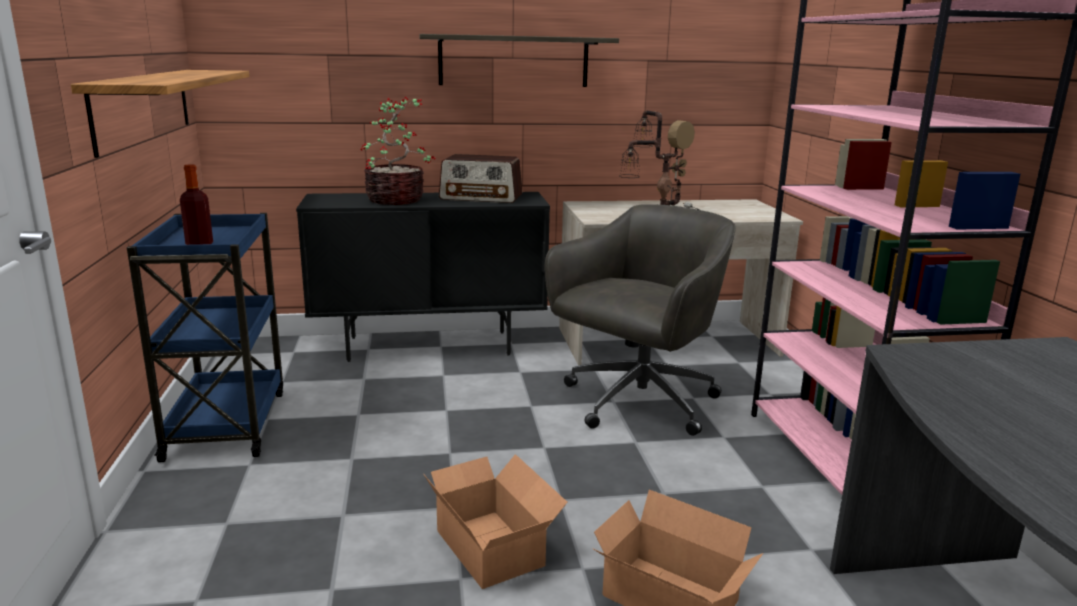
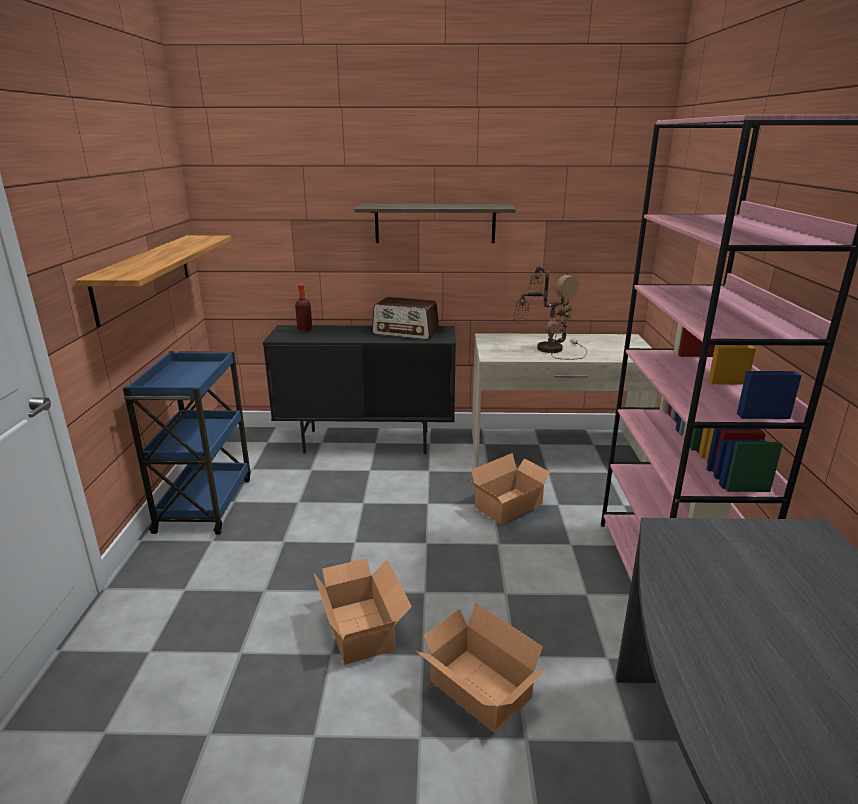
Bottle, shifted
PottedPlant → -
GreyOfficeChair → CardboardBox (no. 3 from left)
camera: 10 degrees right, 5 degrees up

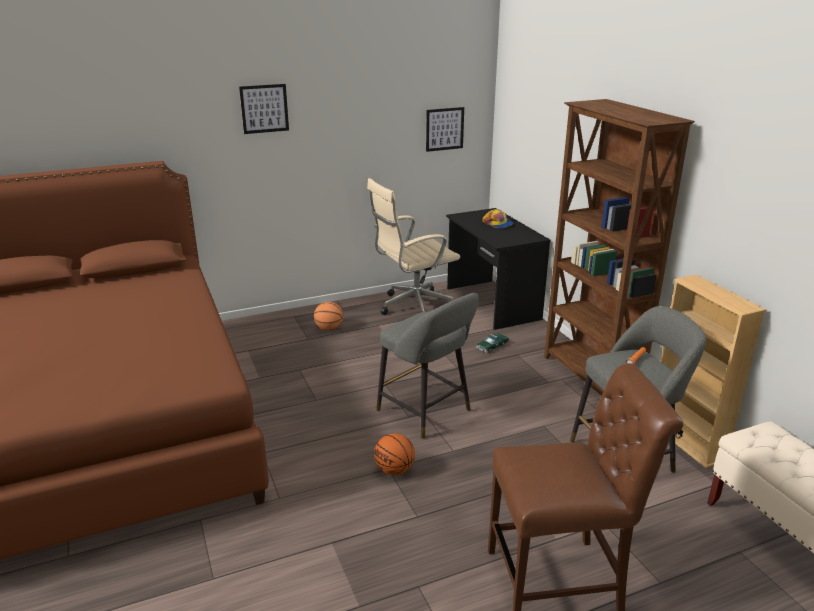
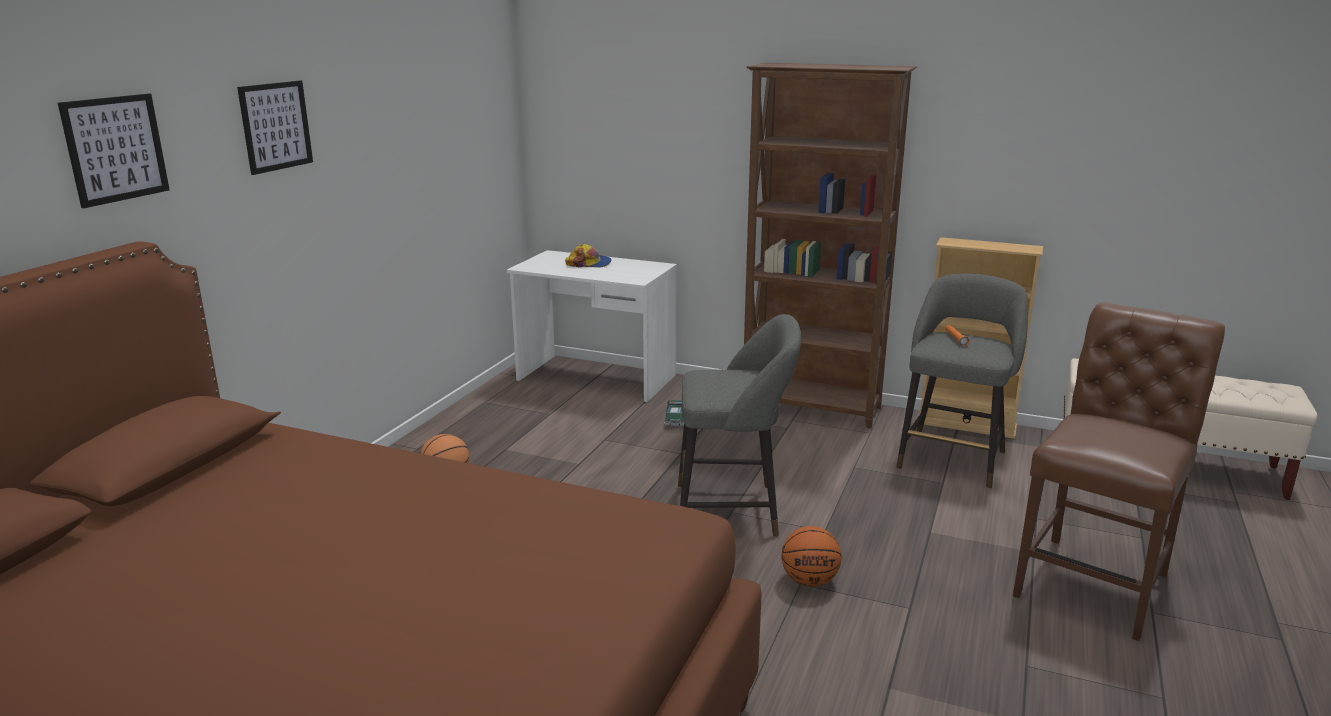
BeigeOfficeChair → -
Picture (no. 2 from left in the first image) → Picture (no. 1 from left), shifted
BlackDeskTable → WhitishDeskTable
camera: 45 degrees left, 5 degrees down

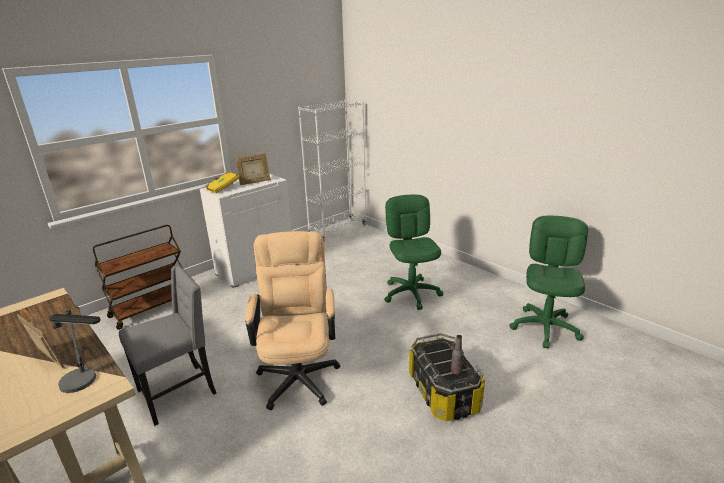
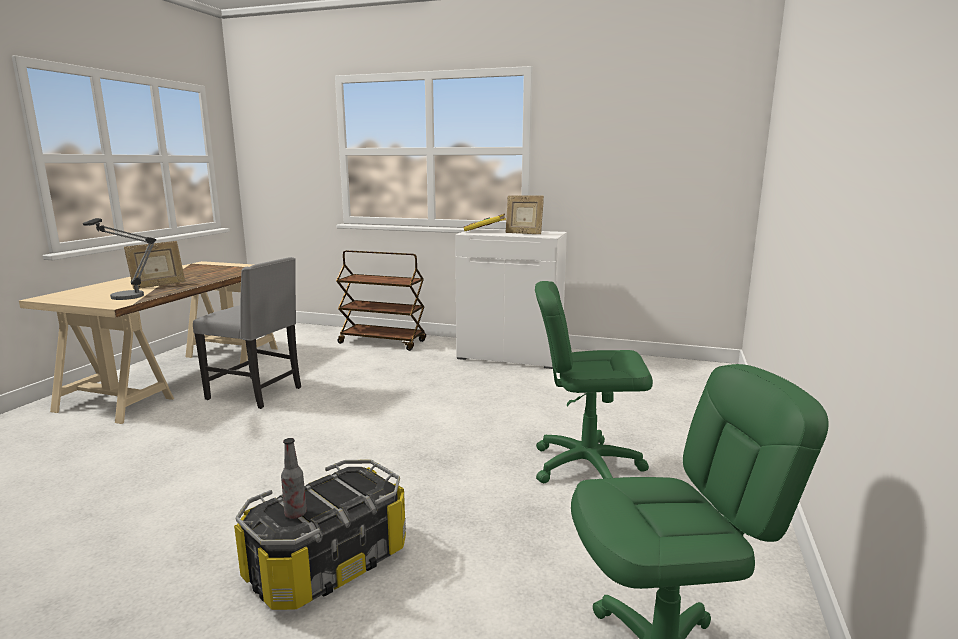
PictureFrame (no. 1 from left), 45 degrees clockwise
BeigeOfficeChair → -
WhitishShelvingUnit → -
GreenOfficeChair (no. 1 from left), 135 degrees counterclockwise
camera: 60 degrees right, 10 degrees down

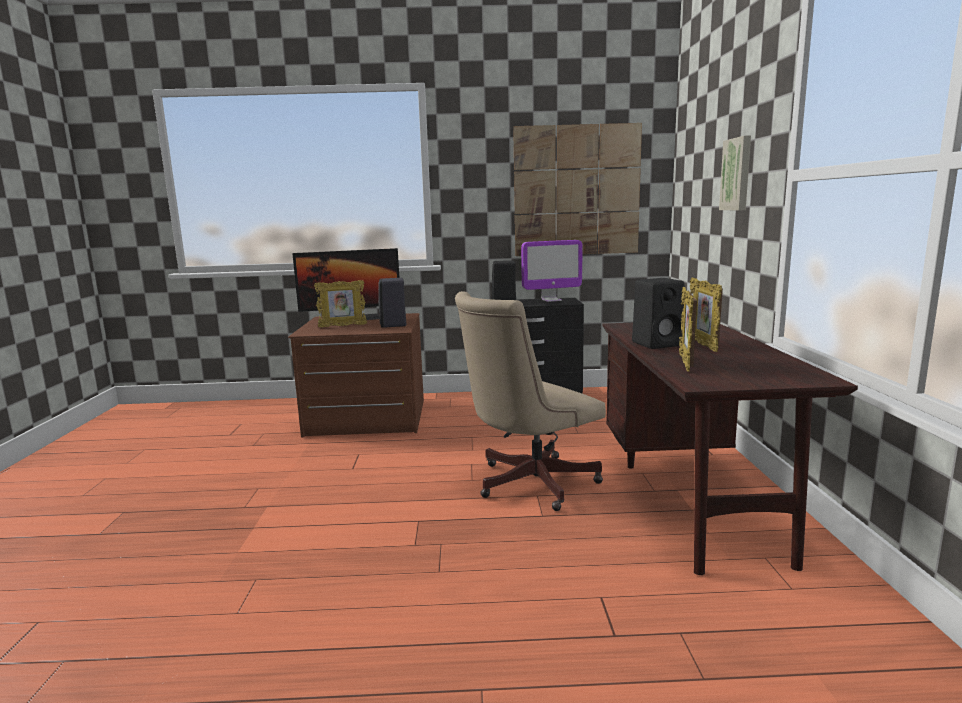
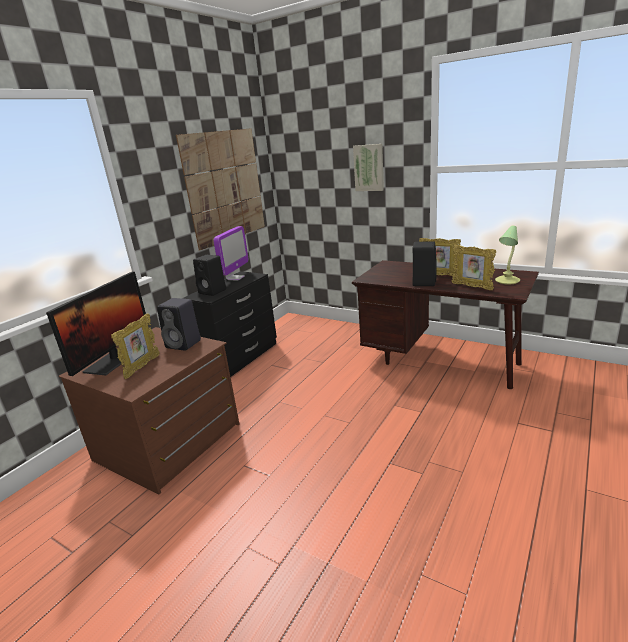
BeigeOfficeChair → -
- → LampForATable
camera: 55 degrees left, 10 degrees up

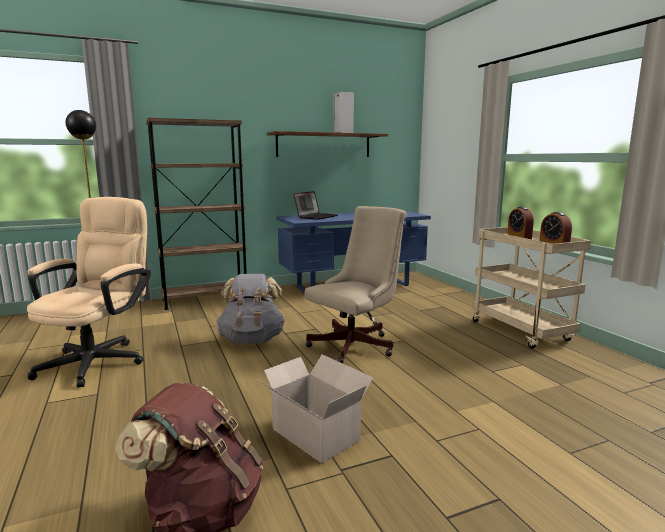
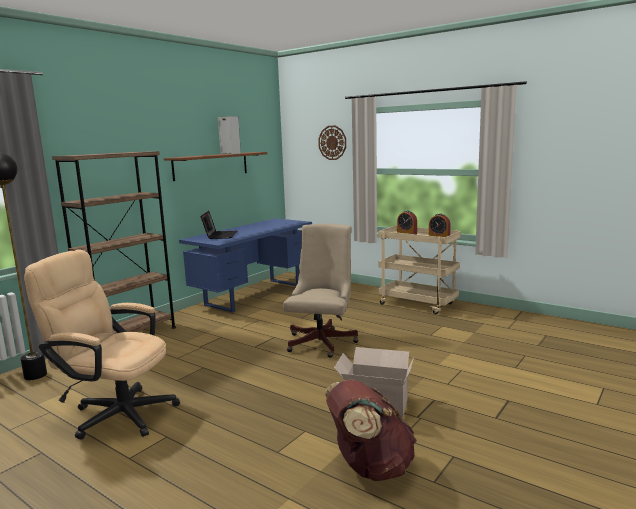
BeigeOfficeChair (no. 1 from left), 60 degrees counterclockwise
GreyRucksack → -
- → HangingClock
camera: 30 degrees left, 0 degrees up

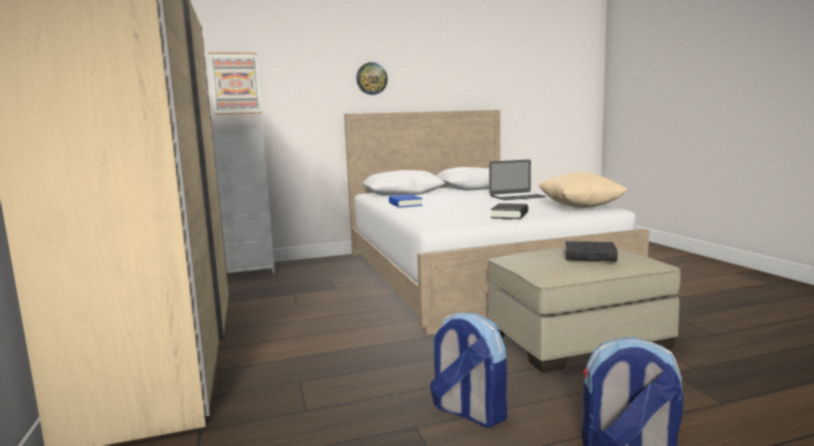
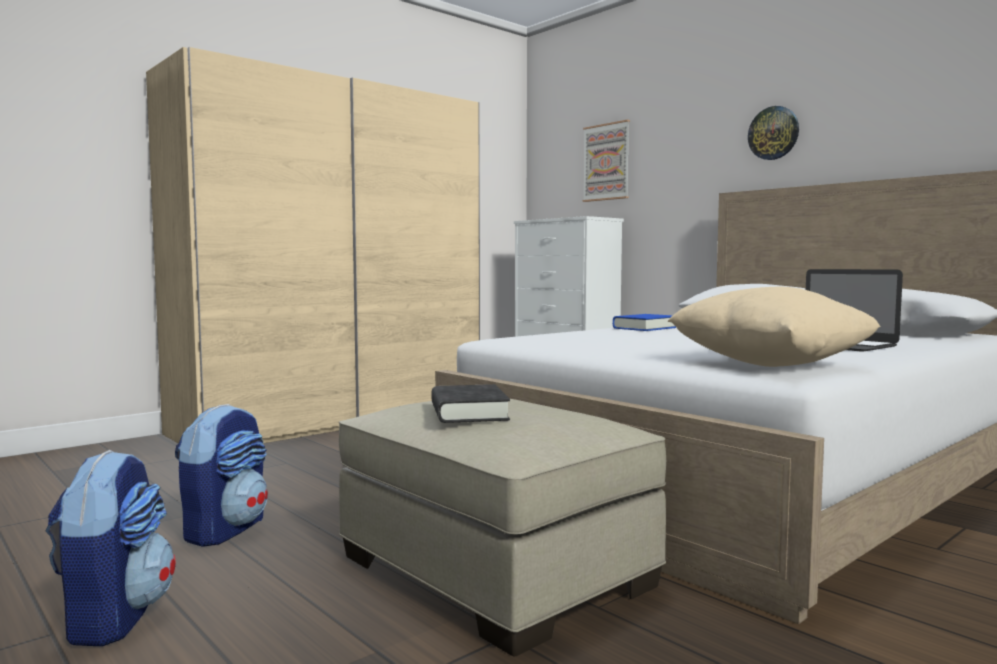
BlackBook (no. 1 from left) → -
camera: 65 degrees right, 5 degrees down

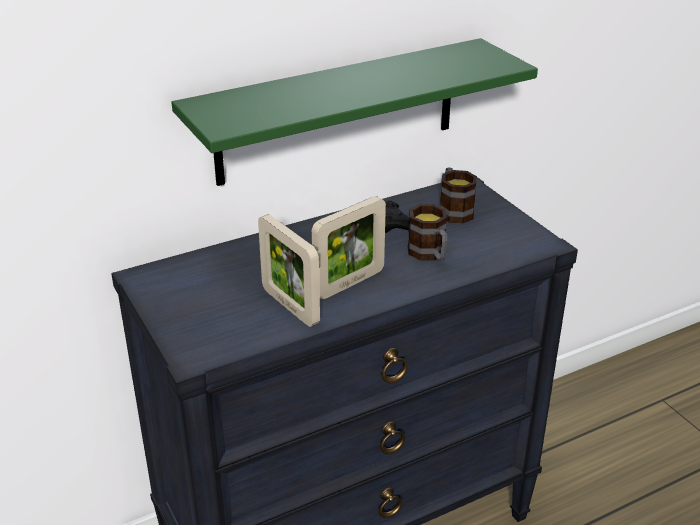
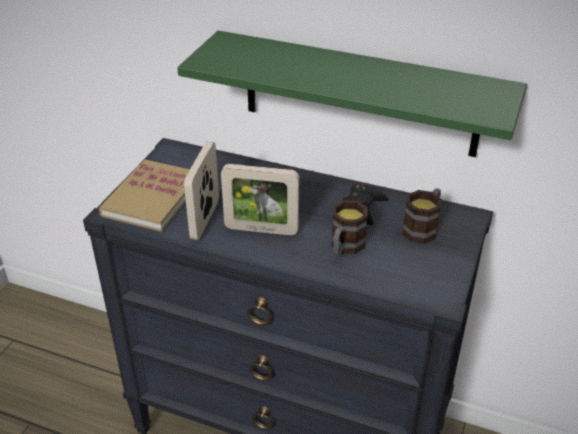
- → Book
camera: 50 degrees right, 5 degrees up

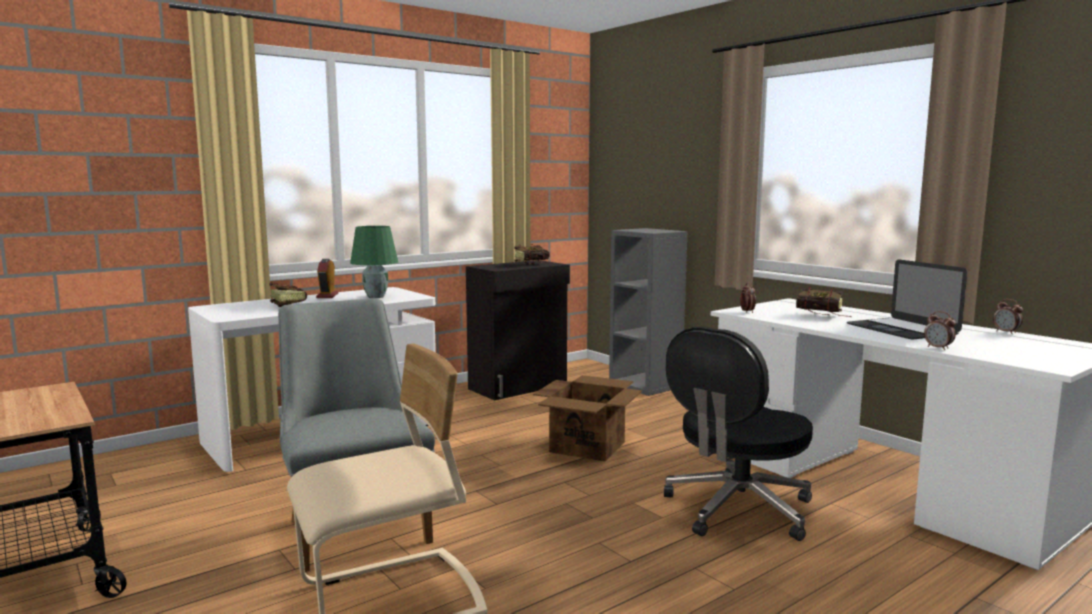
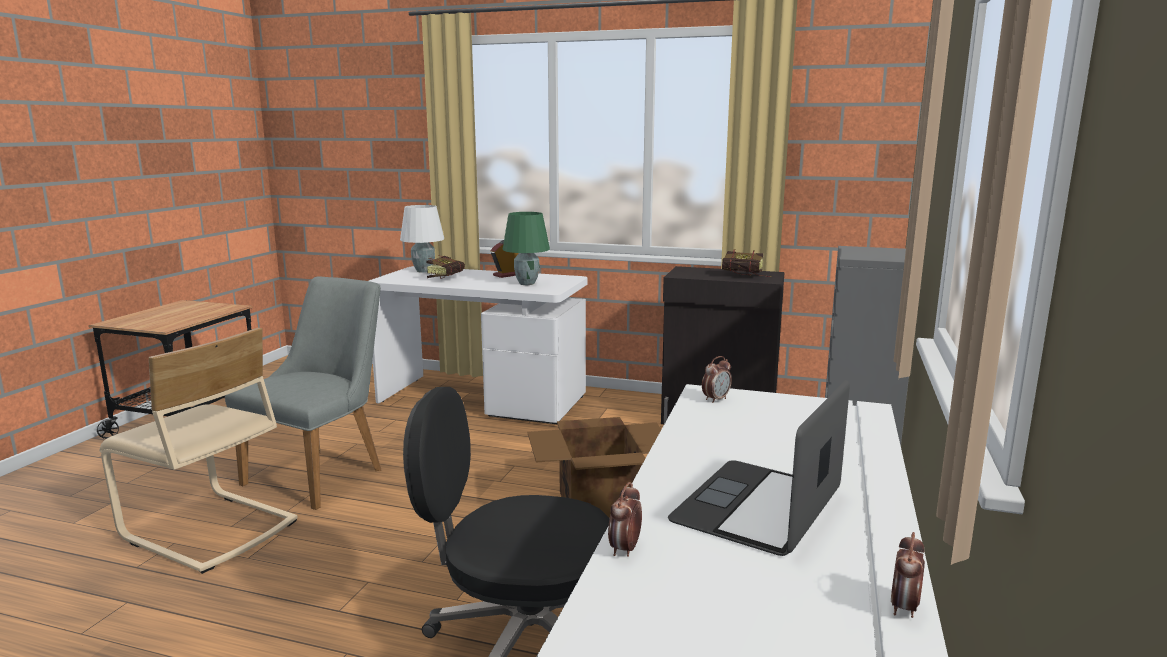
Book (no. 3 from left) → -
- → WhitishLampForATable
camera: 55 degrees right, 5 degrees up

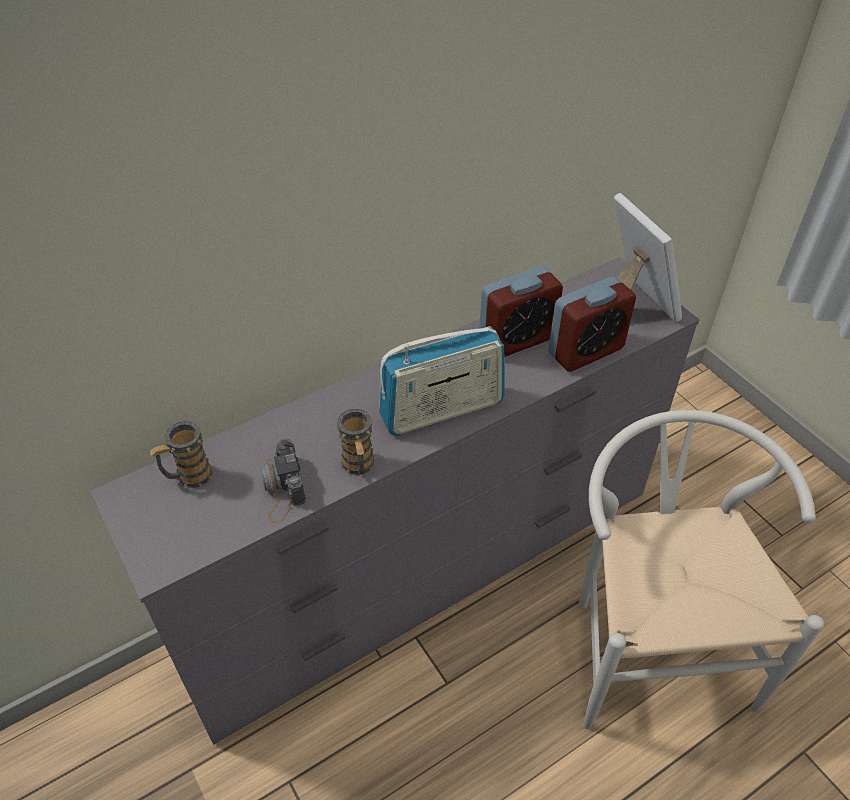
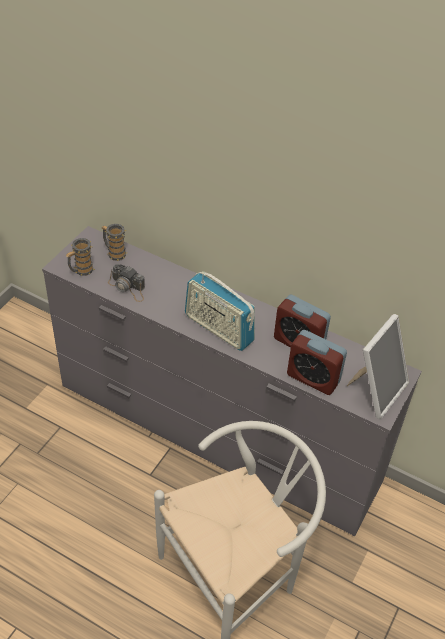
PhotoCamera, 105 degrees counterclockwise
CoffeeMug (no. 2 from left in the first image) → CoffeeMug (no. 1 from left), shifted
camera: 60 degrees right, 0 degrees up

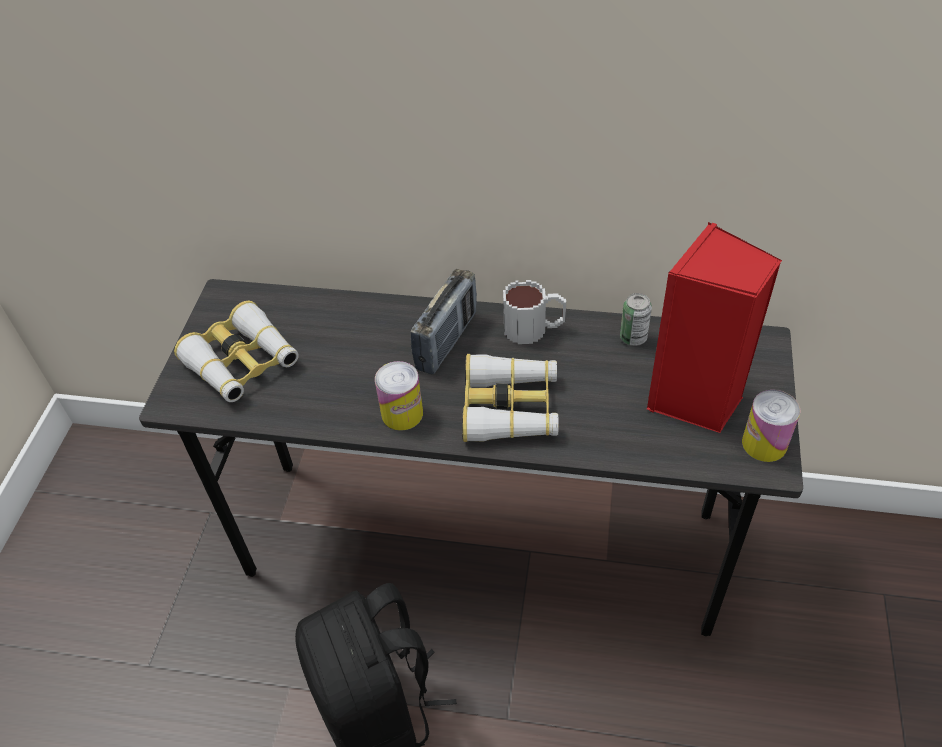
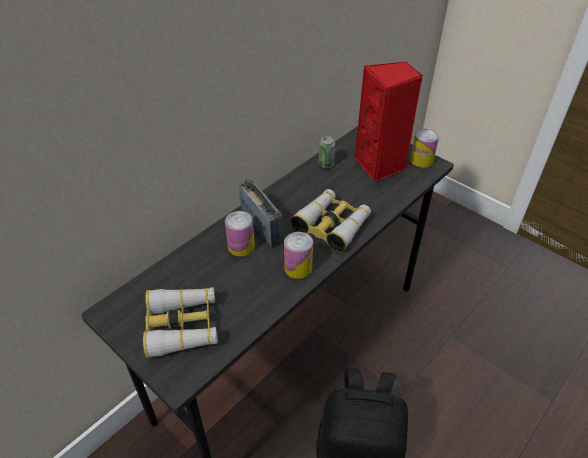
CoffeeMug → -
- → MetalCan (no. 1 from left)
camera: 60 degrees left, 5 degrees down

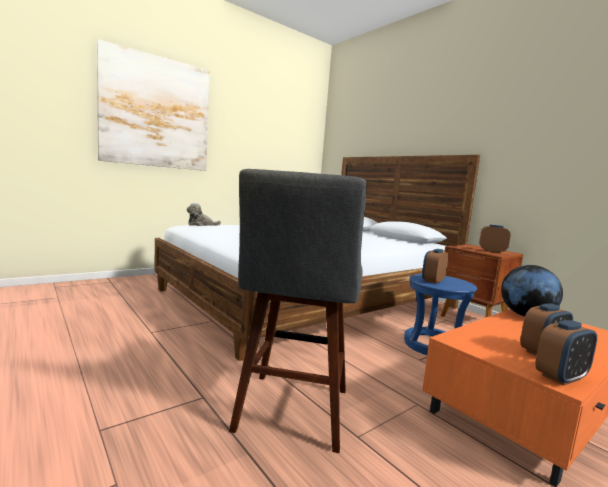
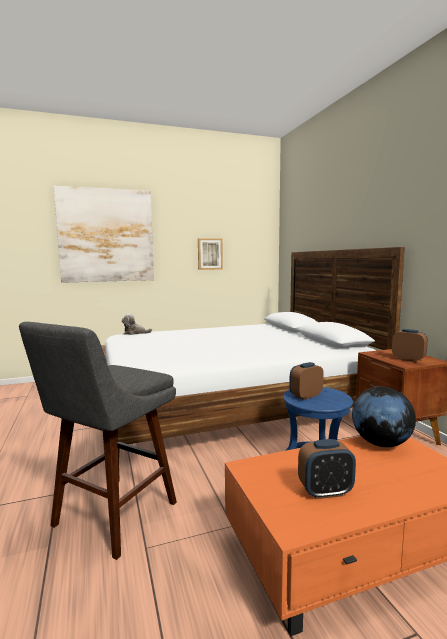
TableClock (no. 4 from left) → -
- → Picture (no. 2 from left)
camera: 20 degrees right, 0 degrees up

